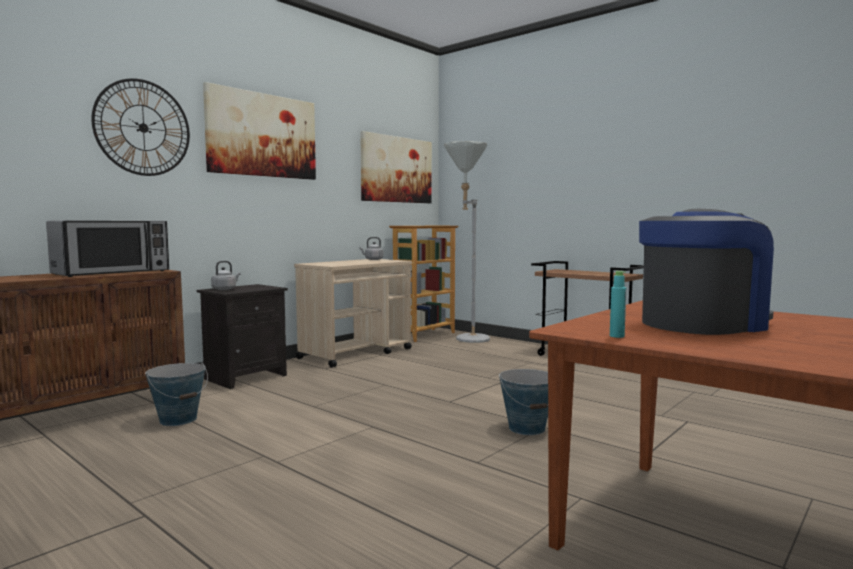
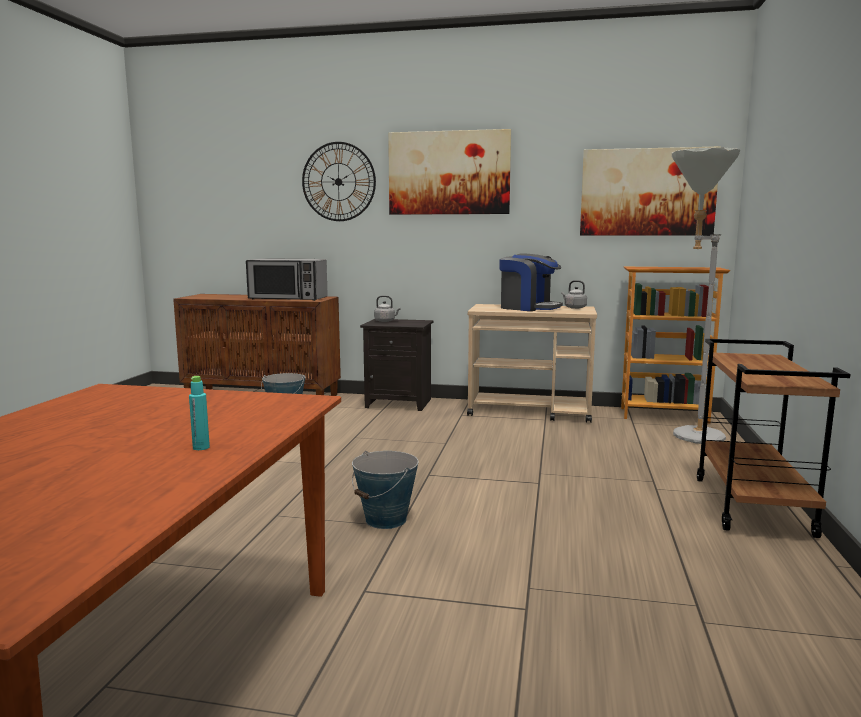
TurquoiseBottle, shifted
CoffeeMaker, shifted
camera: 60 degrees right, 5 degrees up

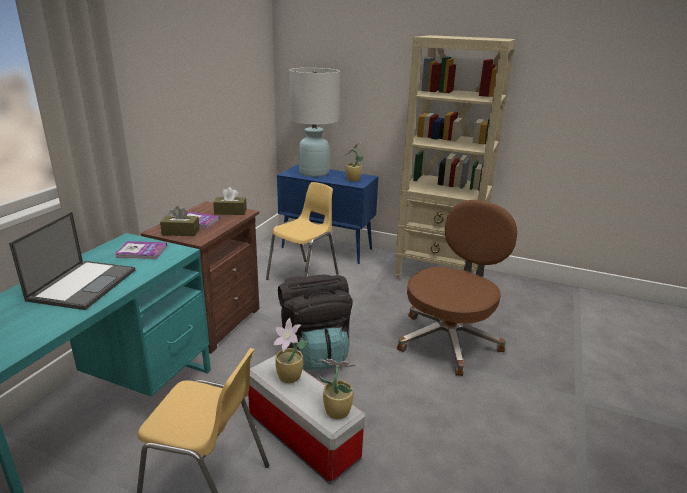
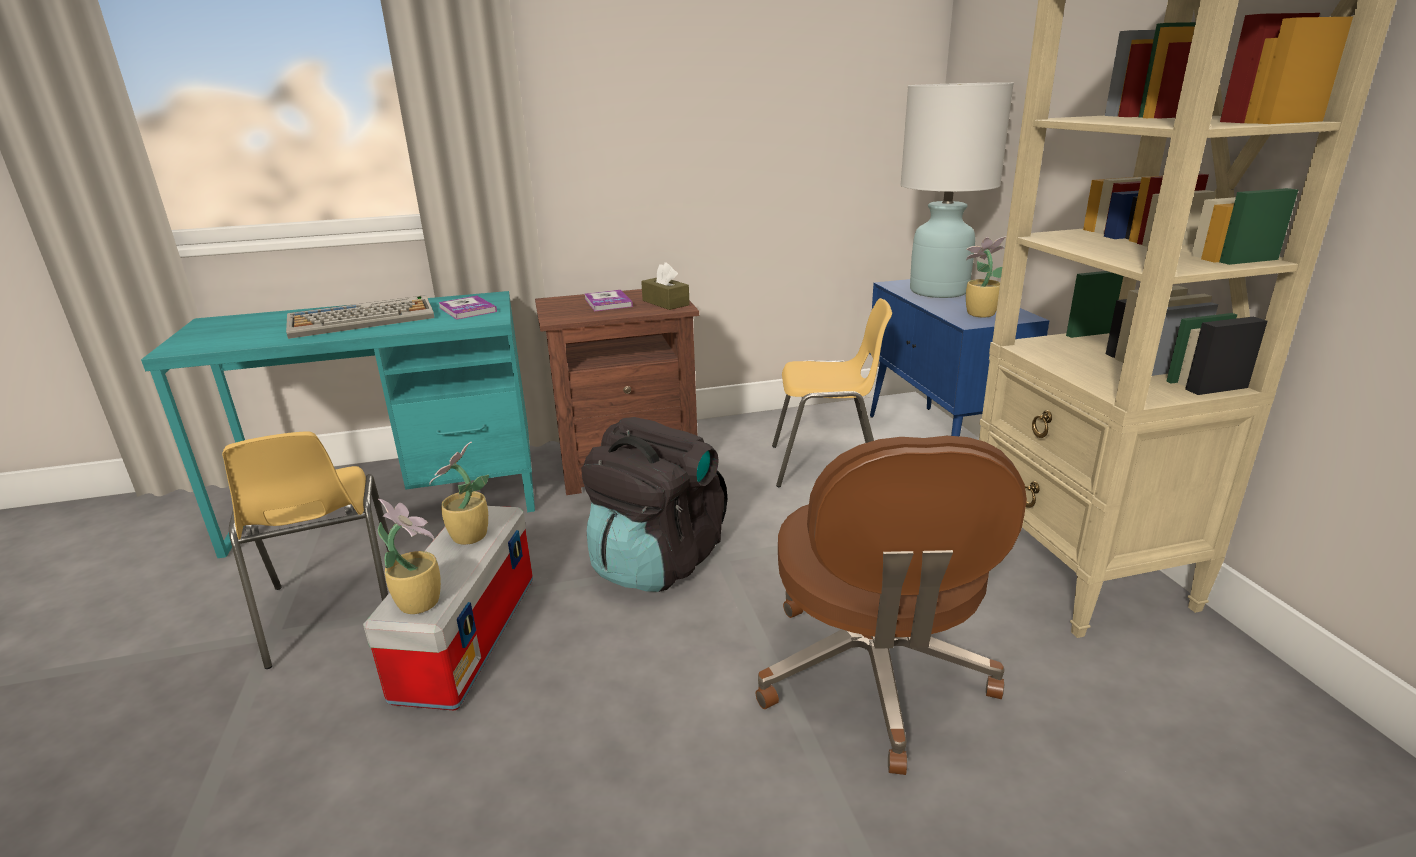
Laptop → PcKeyboard
BrownColouredBoxOfTissues (no. 1 from left) → -
BrownColouredOfficeChair, 90 degrees clockwise
camera: 55 degrees right, 0 degrees up

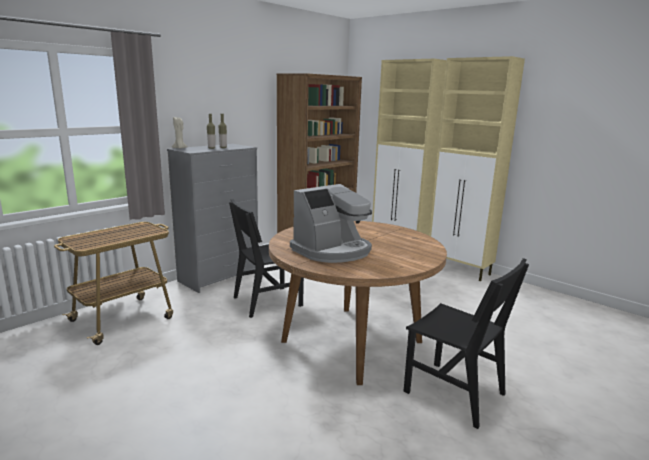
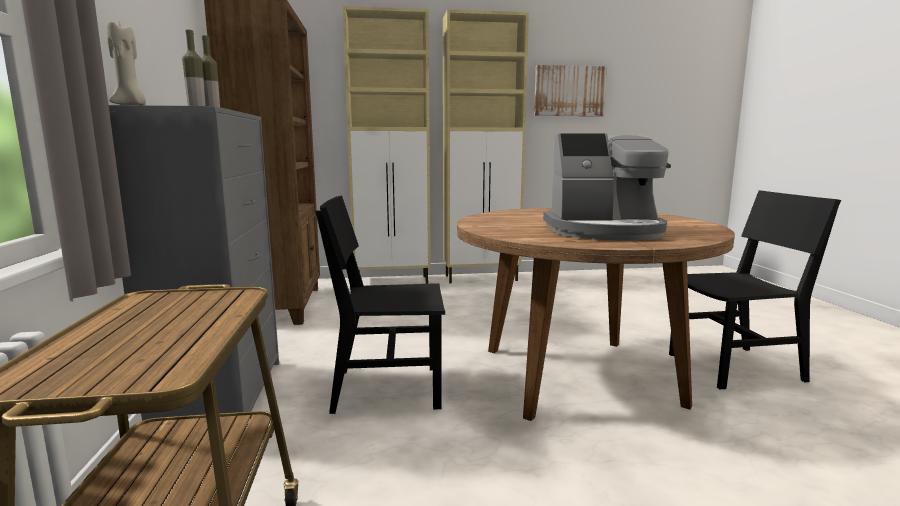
BlackChair (no. 1 from left), 75 degrees clockwise
CoffeeMaker, 90 degrees clockwise
- → Picture
camera: 50 degrees left, 5 degrees down

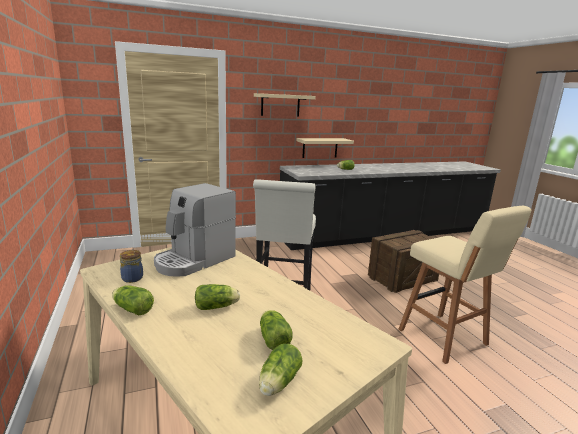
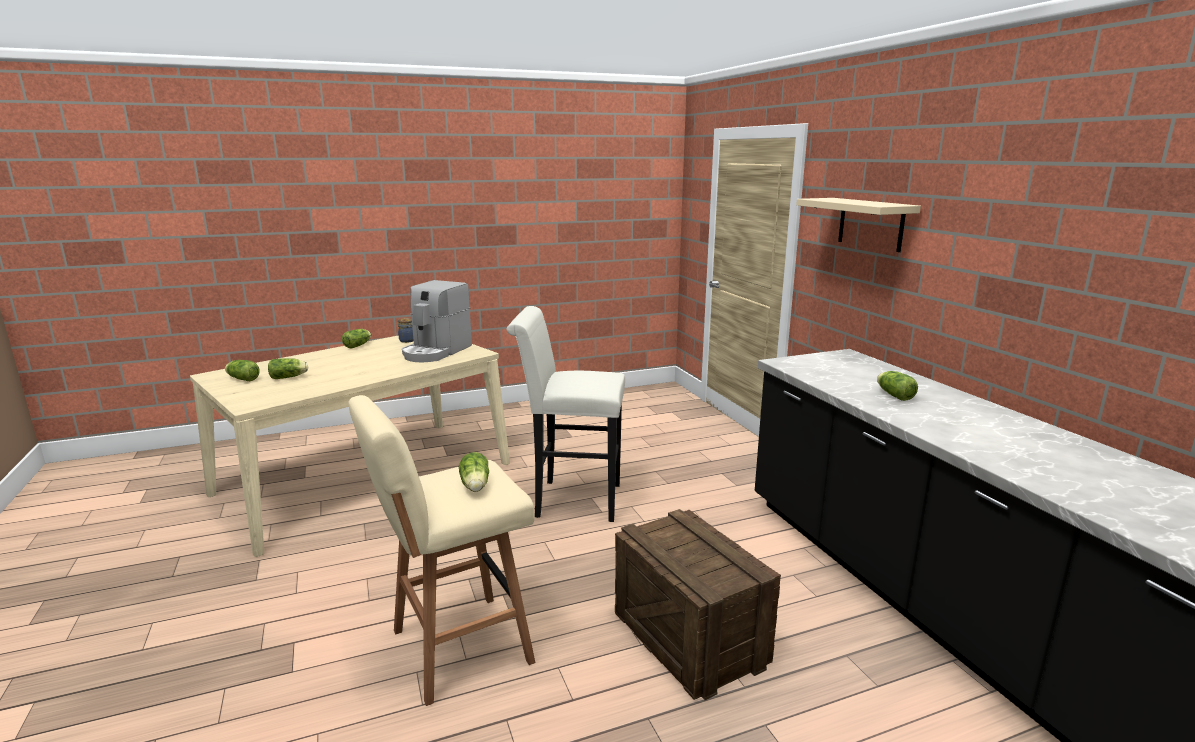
CoffeeMaker, 105 degrees counterclockwise
LettuceHead (no. 2 from left in the first image) → LettuceHead (no. 4 from left), shifted
BeigeBracketShelf (no. 2 from left) → -
camera: 90 degrees right, 0 degrees up

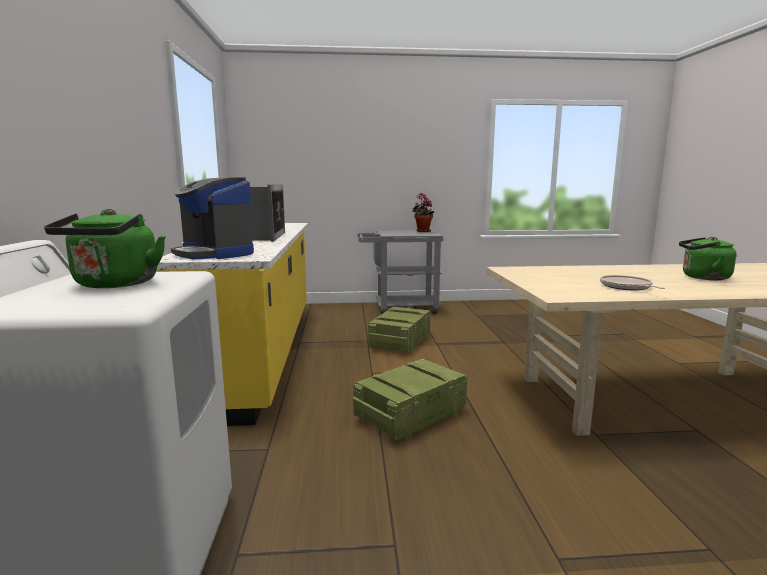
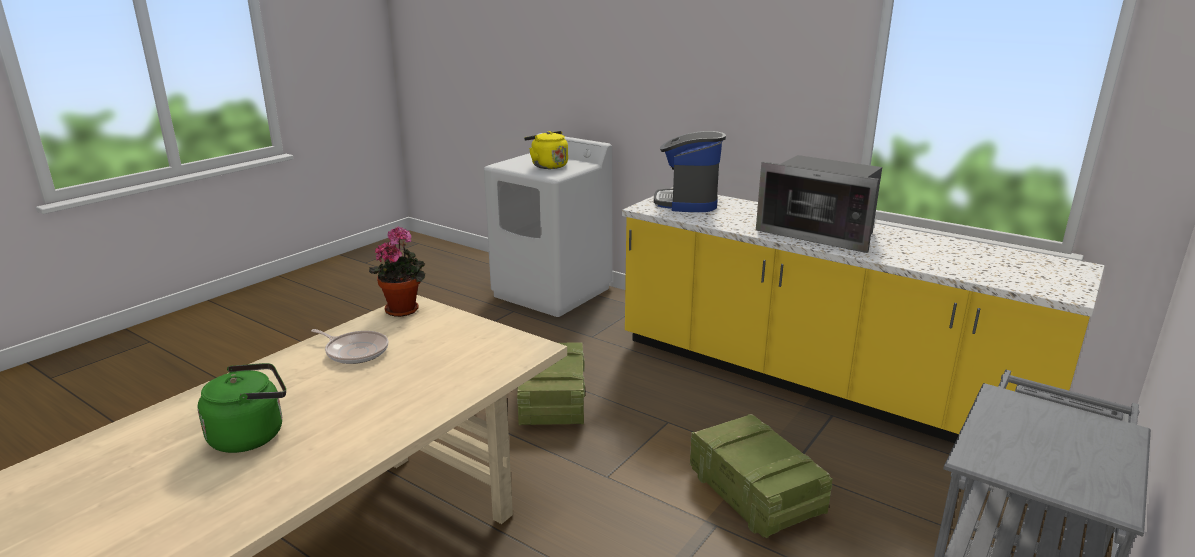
GreenKettle (no. 1 from left) → YellowKettle
CoffeeMaker, 75 degrees counterclockwise
PottedPlant, shifted
camera: 130 degrees right, 10 degrees up

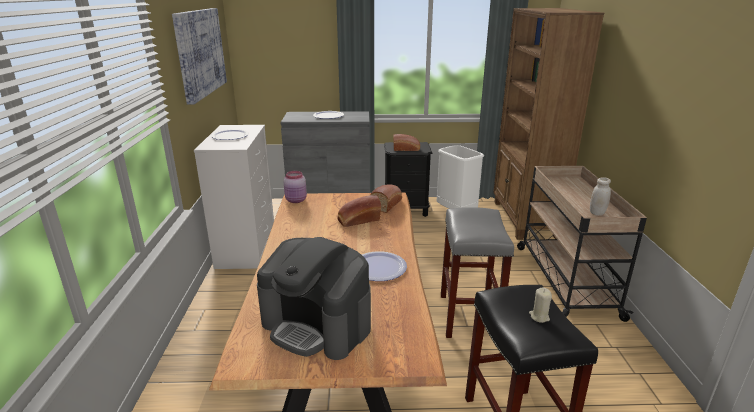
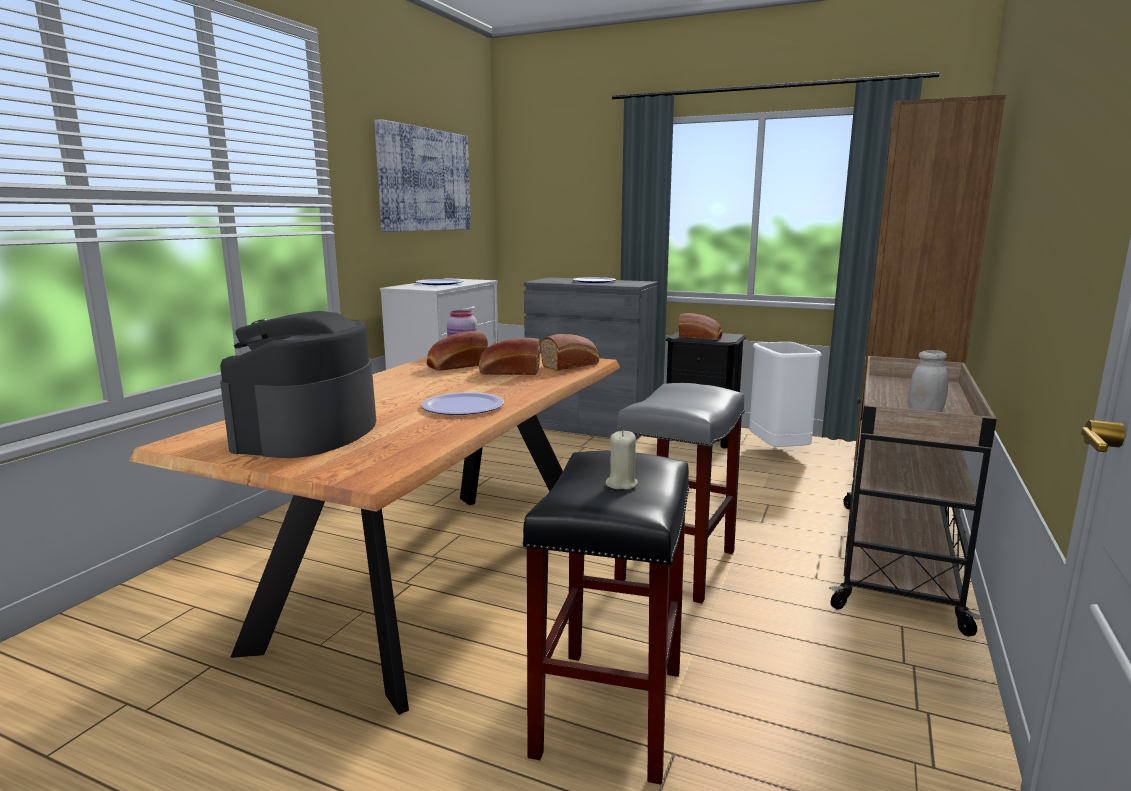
CoffeeMaker, 45 degrees clockwise
- → BakeryBread (no. 1 from left)
camera: 25 degrees right, 10 degrees down

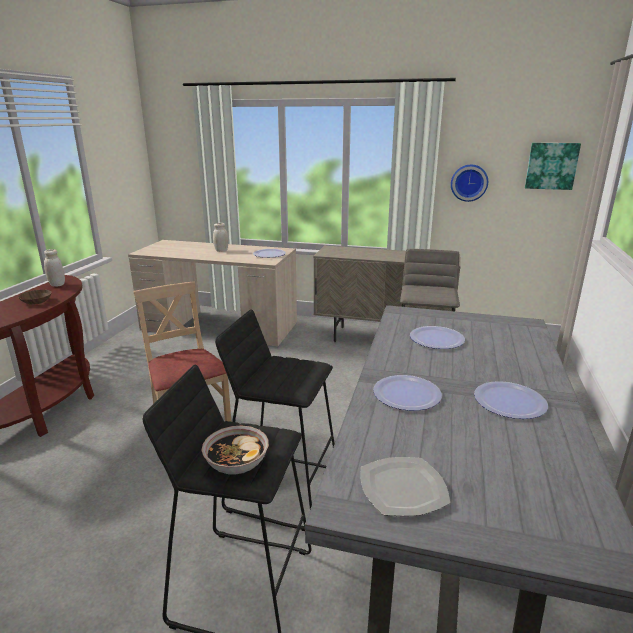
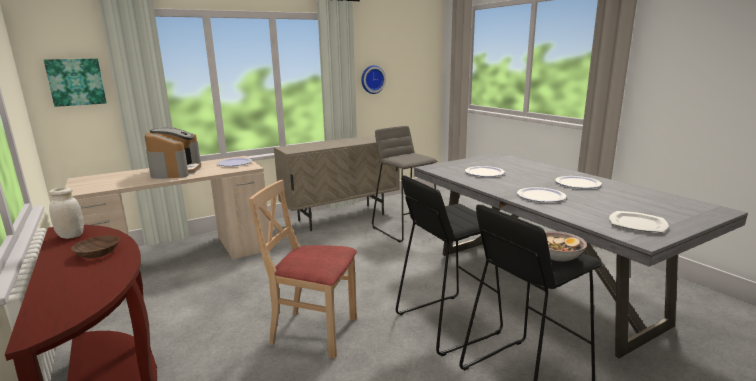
WhitishJar (no. 2 from left) → CoffeeMaker
Picture, shifted
camera: 45 degrees left, 5 degrees down

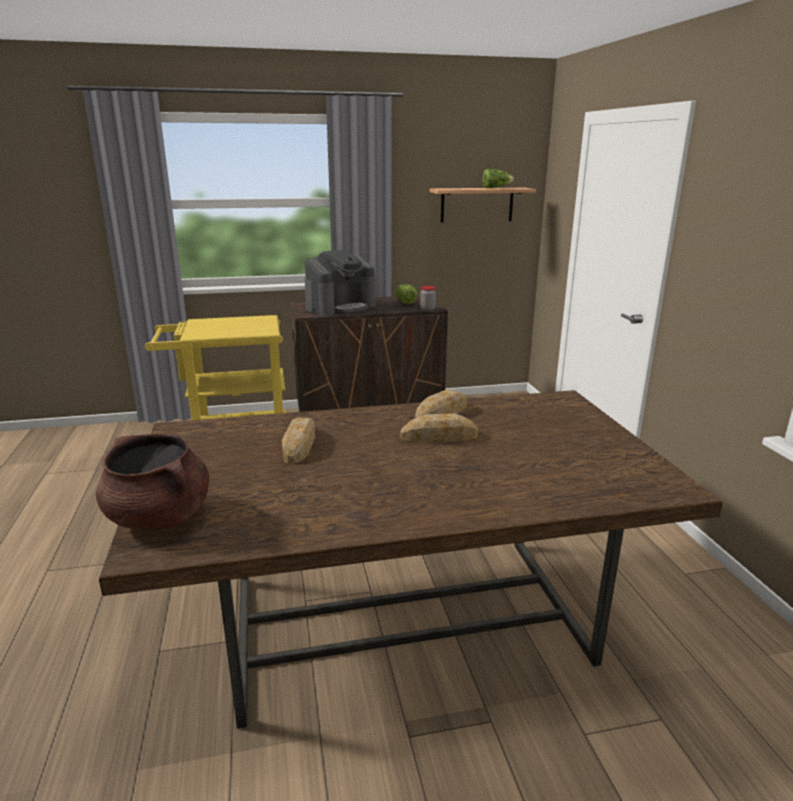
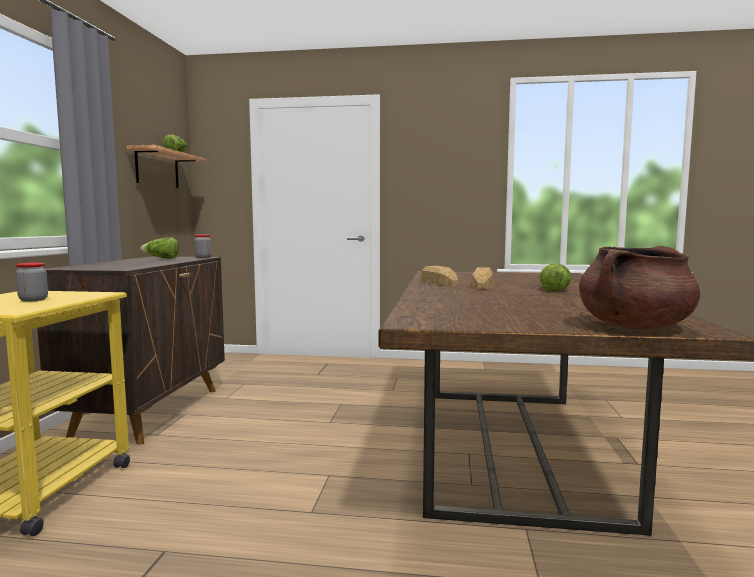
BakeryBread (no. 1 from left) → -
CoffeeMaker → -
- → Jar (no. 1 from left)
- → LettuceHead (no. 3 from left)
camera: 70 degrees left, 15 degrees down

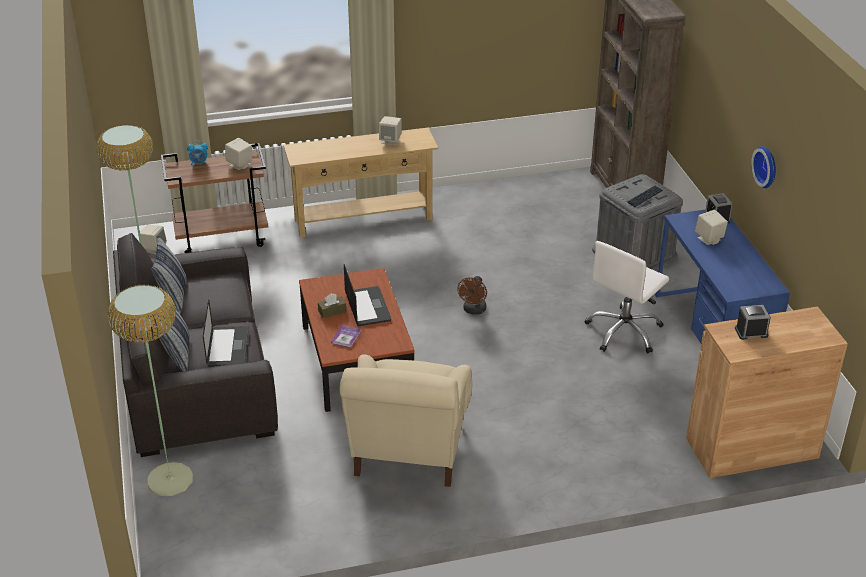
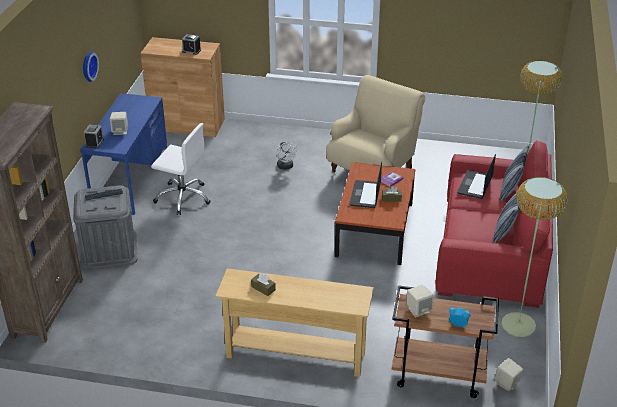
GreySettee → ReddishSettee
BeigeLoudspeaker (no. 3 from left) → BrownColouredBoxOfTissues (no. 1 from left)
BrownColouredCoolingFan → -
WhitishOfficeChair, 45 degrees clockwise
- → WhitishCoolingFan
camera: 155 degrees left, 0 degrees up

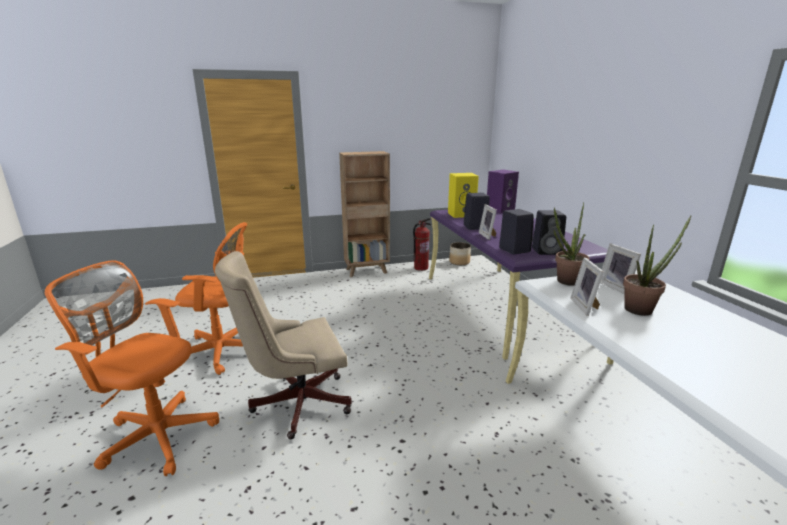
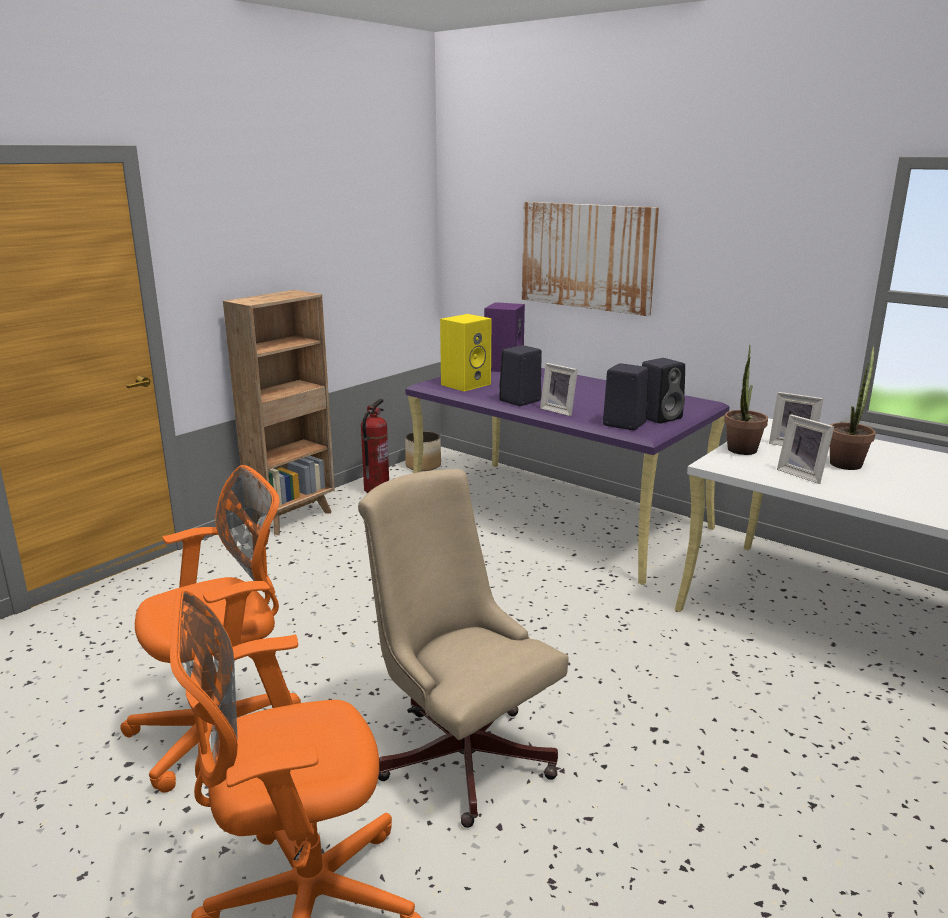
BeigeOfficeChair, 105 degrees clockwise
- → Picture
camera: 35 degrees left, 0 degrees up

